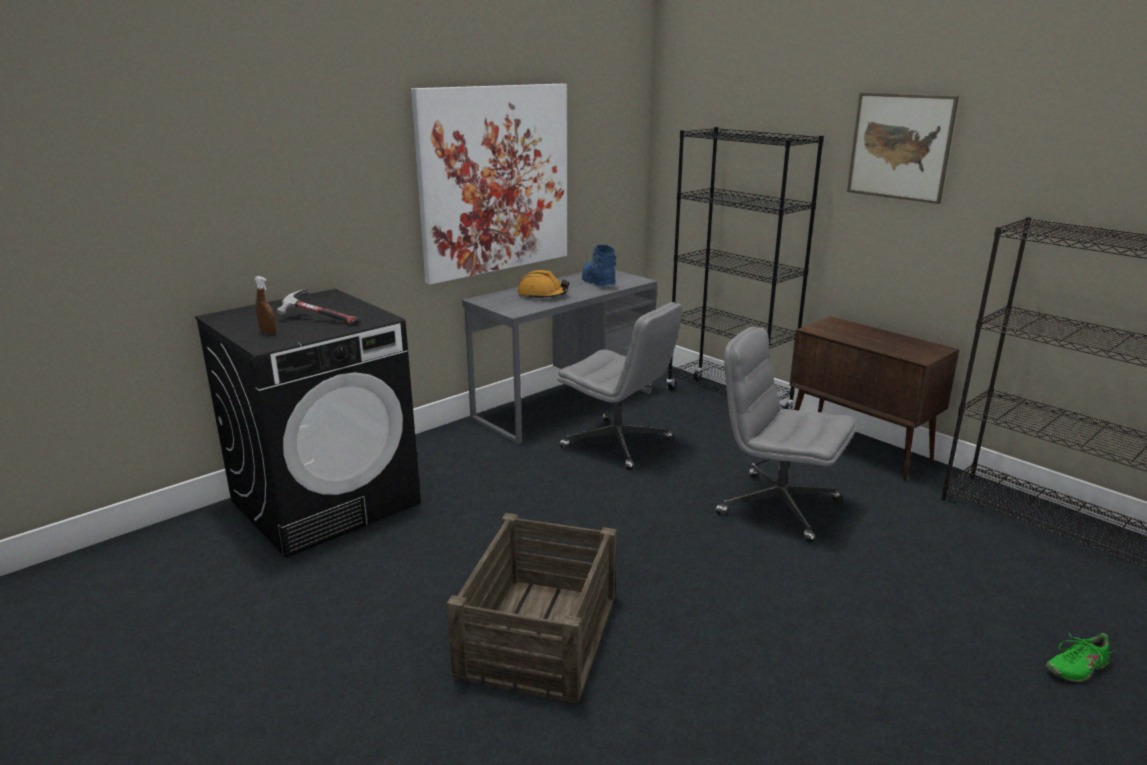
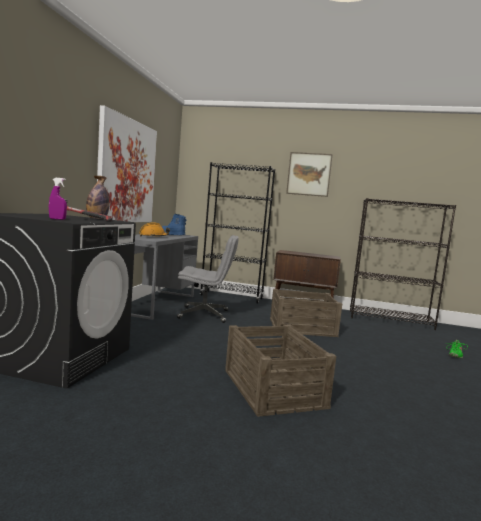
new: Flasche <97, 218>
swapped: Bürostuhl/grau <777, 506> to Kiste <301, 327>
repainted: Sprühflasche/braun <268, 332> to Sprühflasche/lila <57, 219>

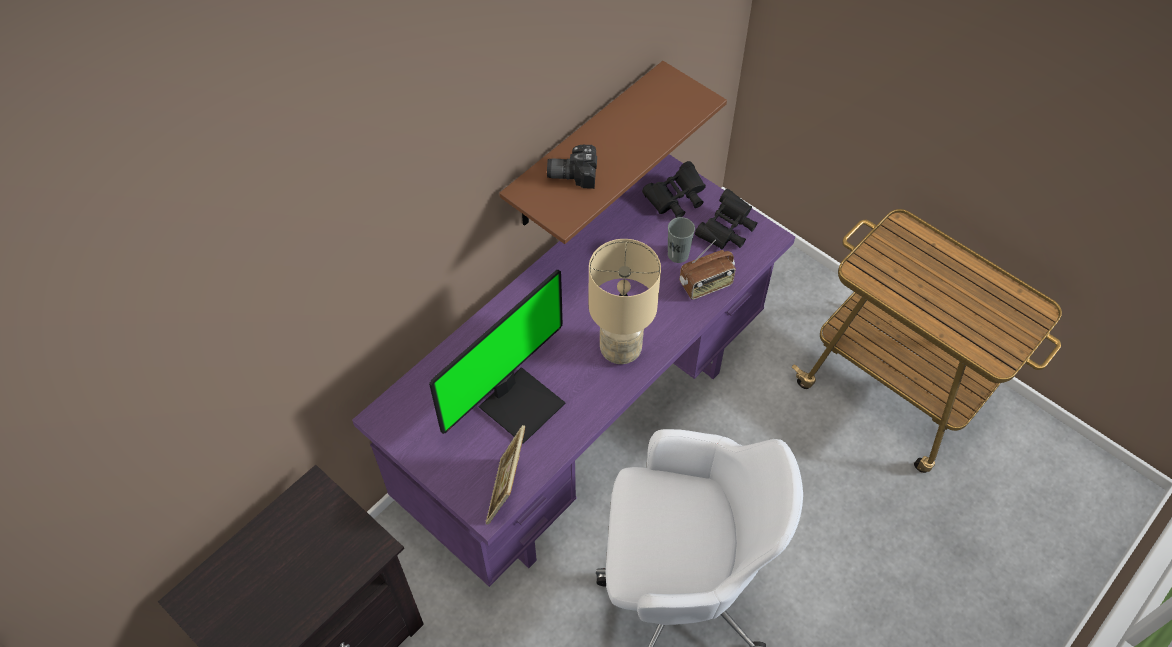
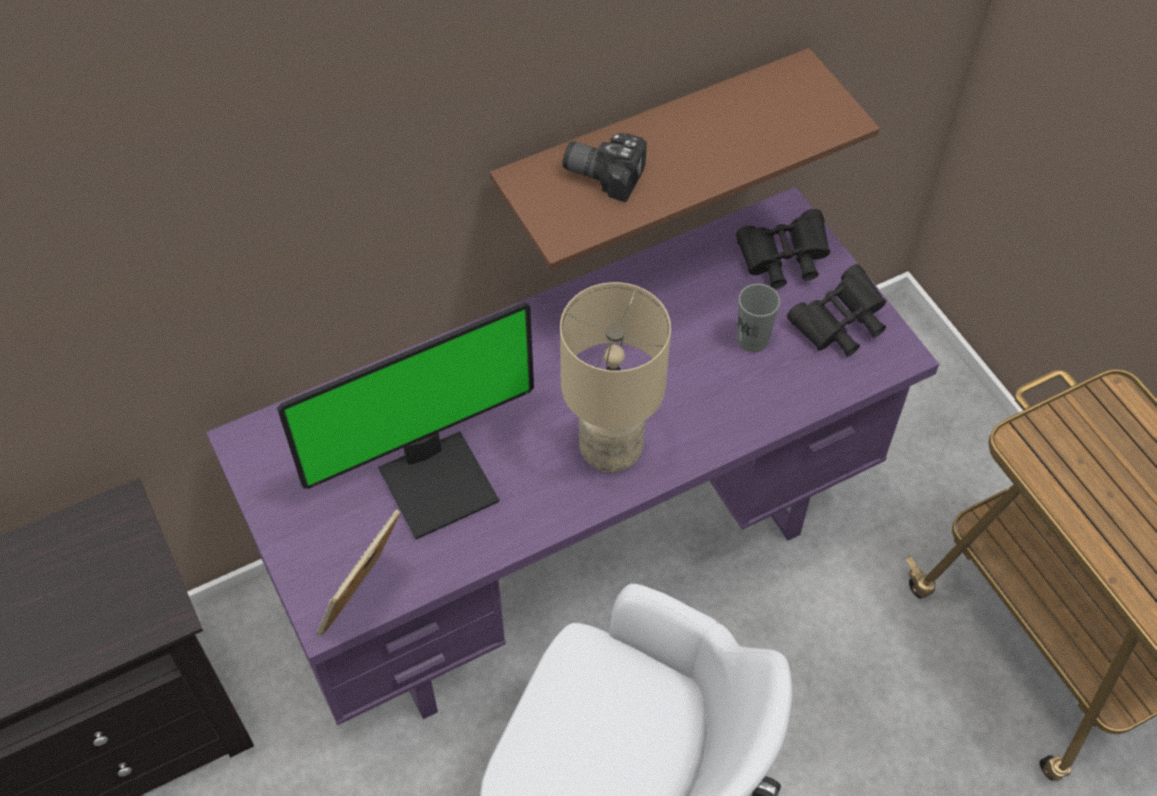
gone: Radio <706, 285>

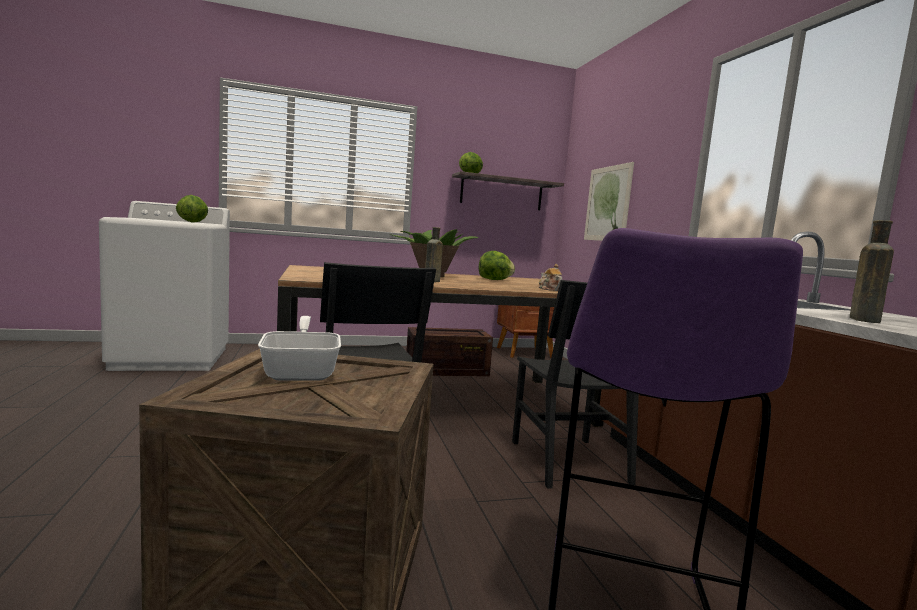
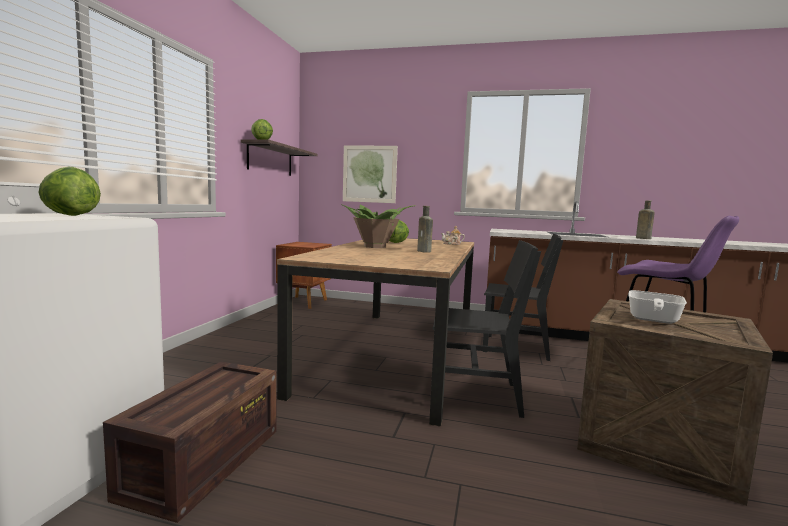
shifted: Kiste <445, 370> to <204, 463>
rotated: Pfanne <302, 371> = <652, 320> 75 degrees counterclockwise

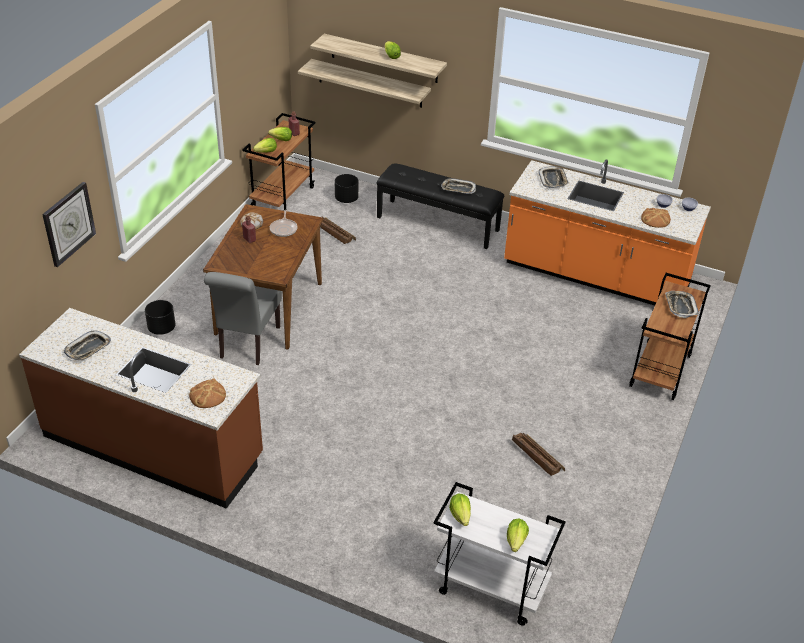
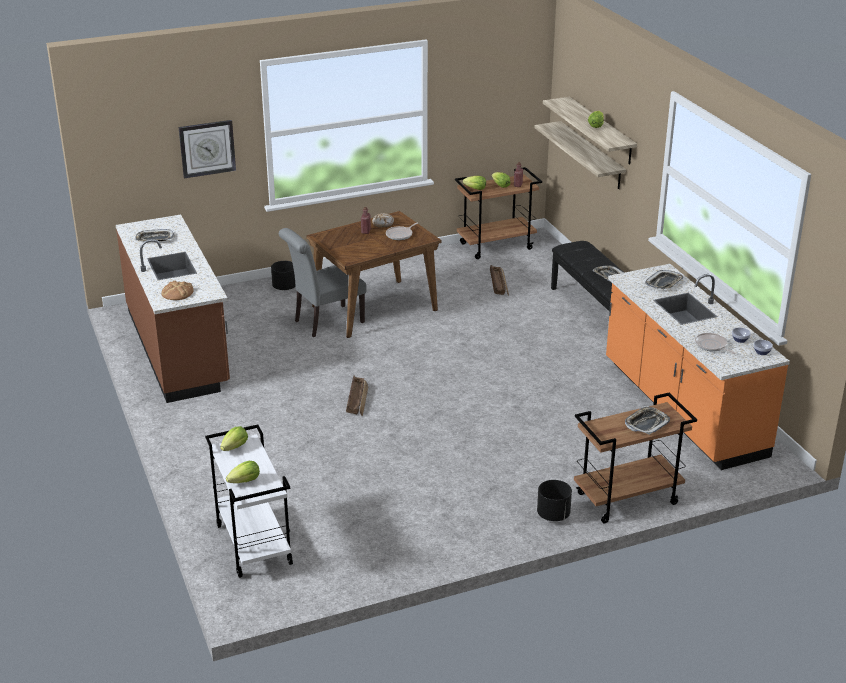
shifted: Pflanzkübel/schwarz <346, 199> to <553, 515>; Kiste <537, 457> to <357, 400>
swapped: Brot <655, 219> to Pfanne <712, 346>

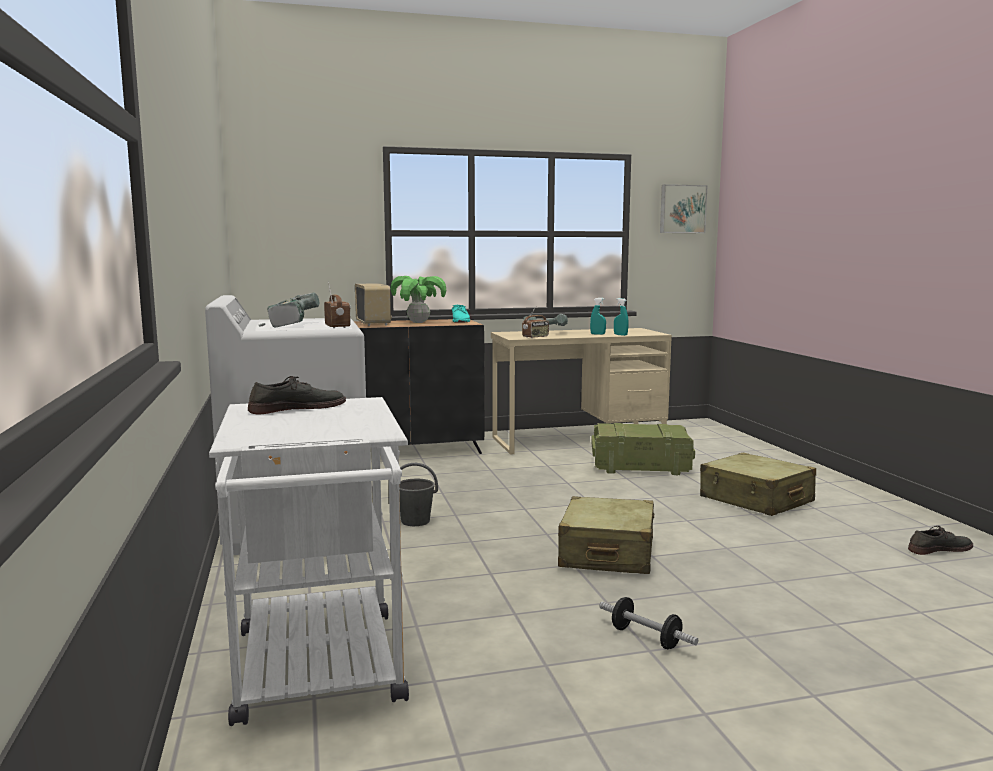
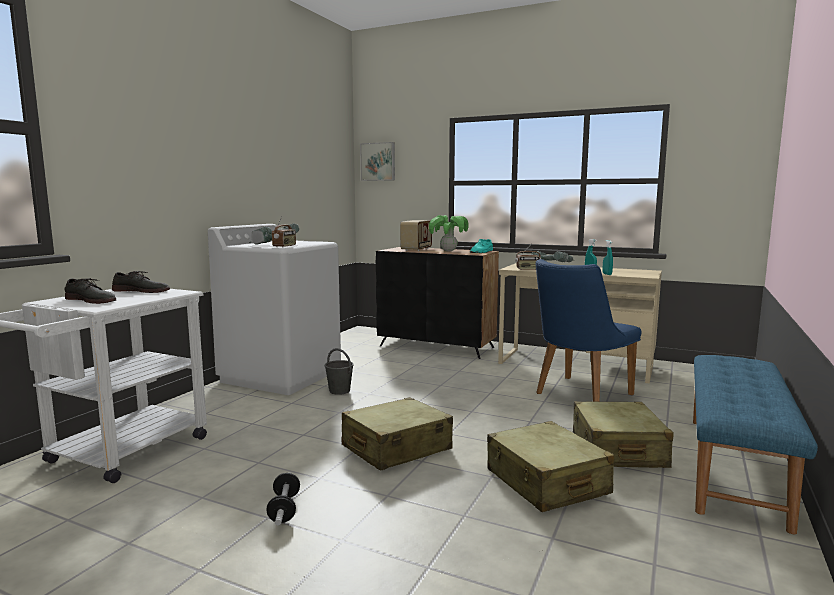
new: Koffer/beige <546, 482>; Bank/blau <736, 467>
shifted: Bild <682, 209> to <378, 161>; Schuh/grau <939, 549> to <91, 300>
swapped: Kiste <639, 466> to Stuhl/blau <577, 395>

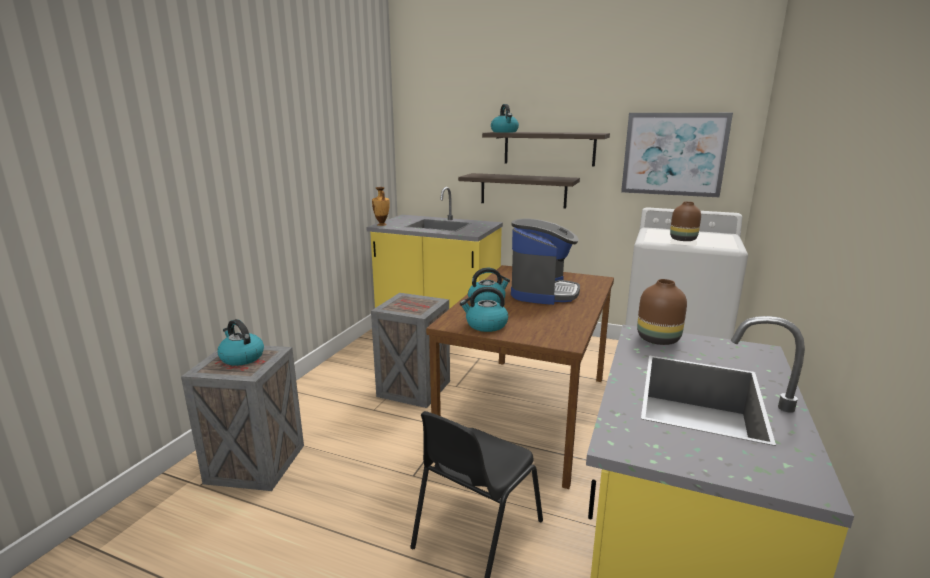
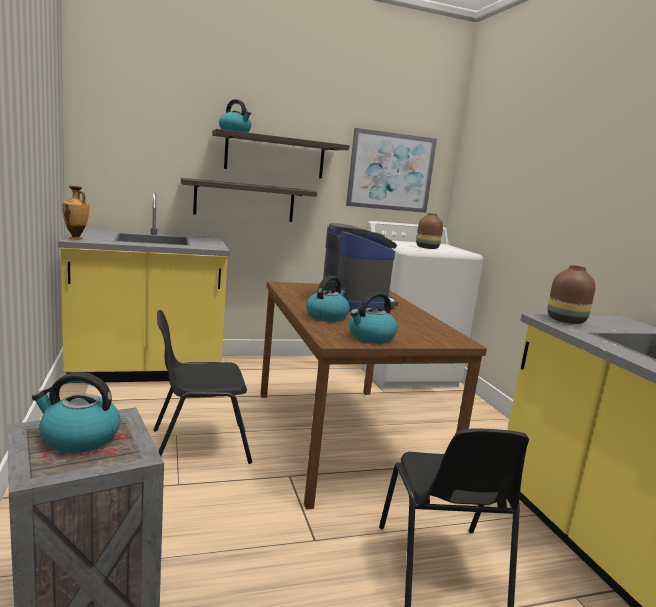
swapped: Kiste <413, 388> to Stuhl/schwarz <198, 445>

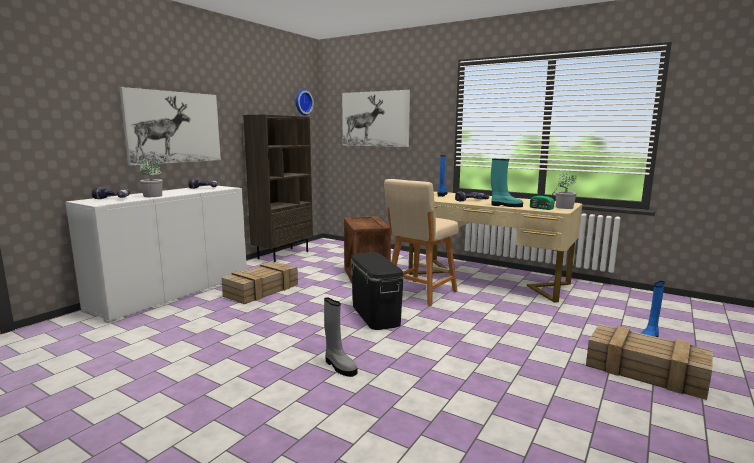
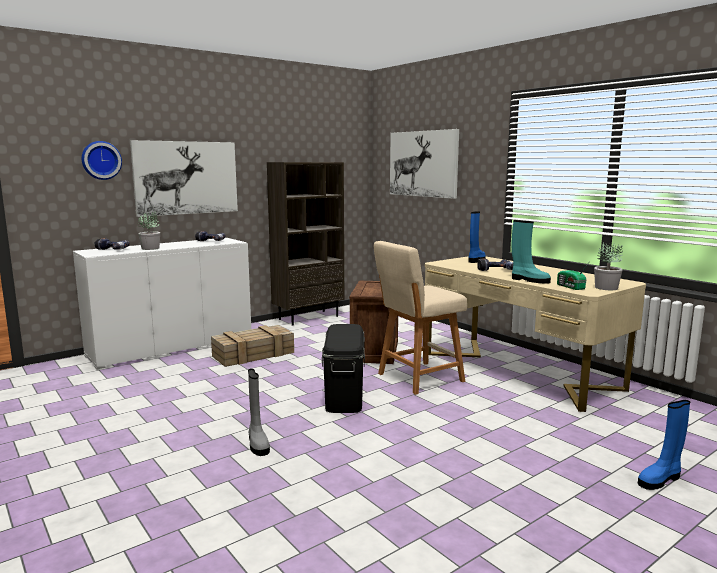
gone: Kiste <647, 371>
shifted: Wanduhr <302, 102> to <101, 160>

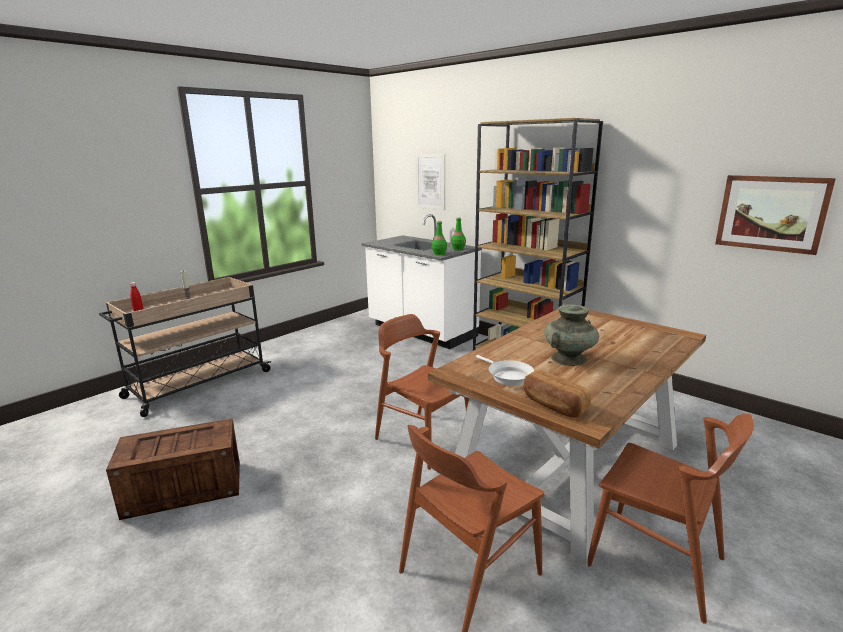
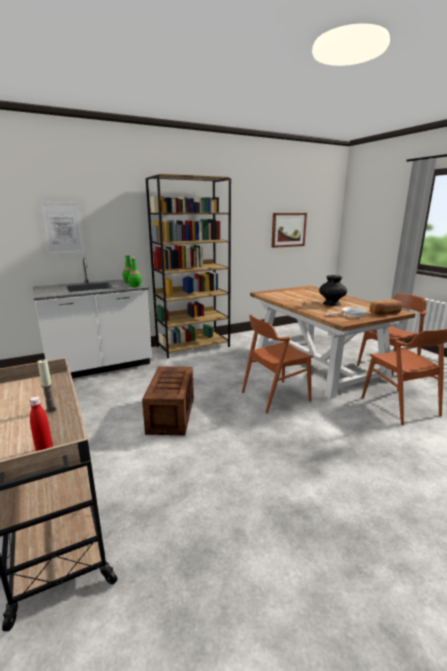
shifted: Kiste <186, 488> to <171, 413>
repainted: Vase/türkis <568, 359> to Vase/schwarz <331, 303>

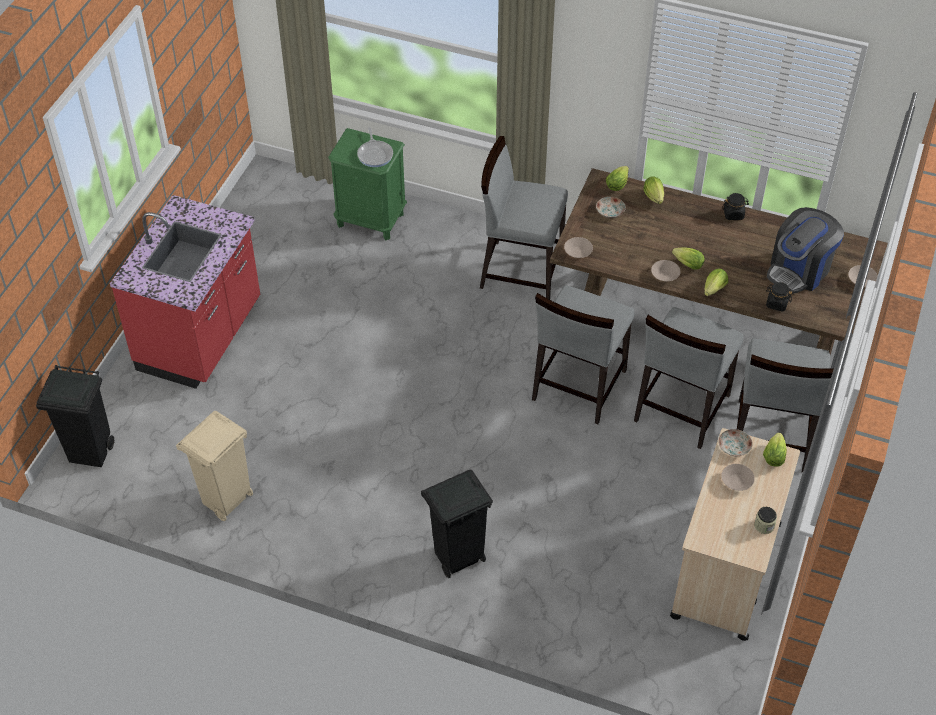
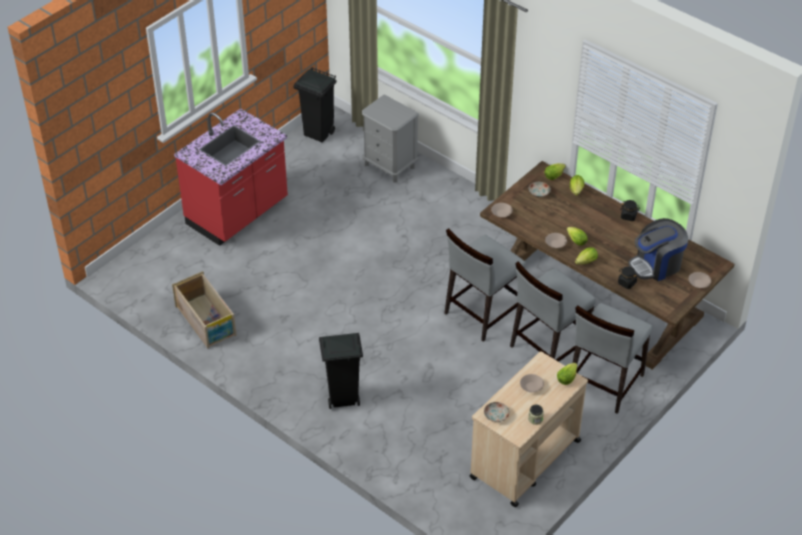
gone: Pfanne <375, 154>; Stuhl/grau <521, 270>
shifted: Mülleimer/schwarz <91, 452> to <319, 133>; Teller <734, 447> to <496, 415>
swapped: Mülleimer/beige <226, 501> to Kiste <206, 321>
repainted: Nachttisch/grün <371, 219> to Nachttisch/grau <390, 166>

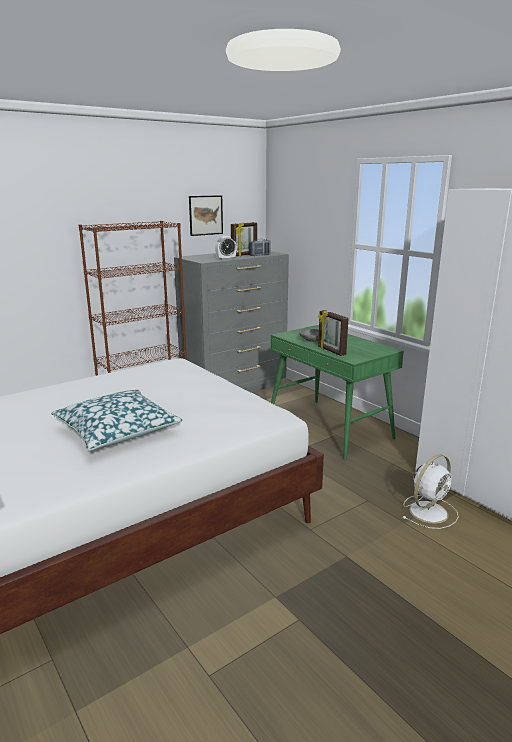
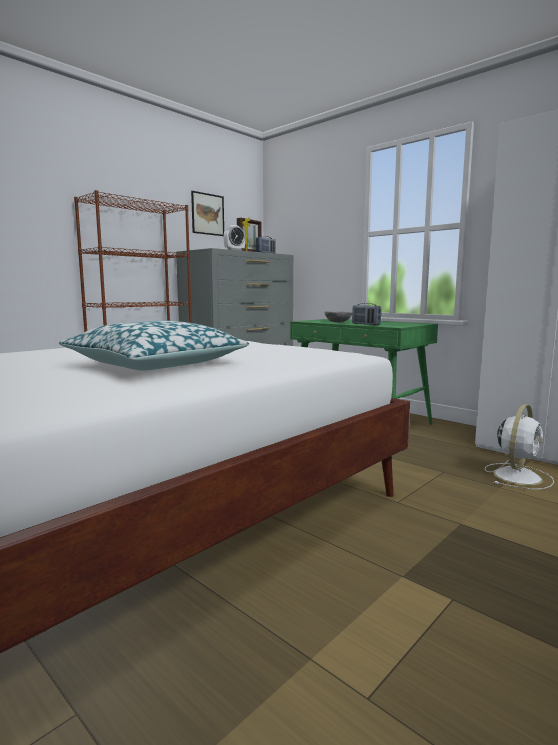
swapped: Bilderrahmen <331, 351> to Radio <365, 324>

